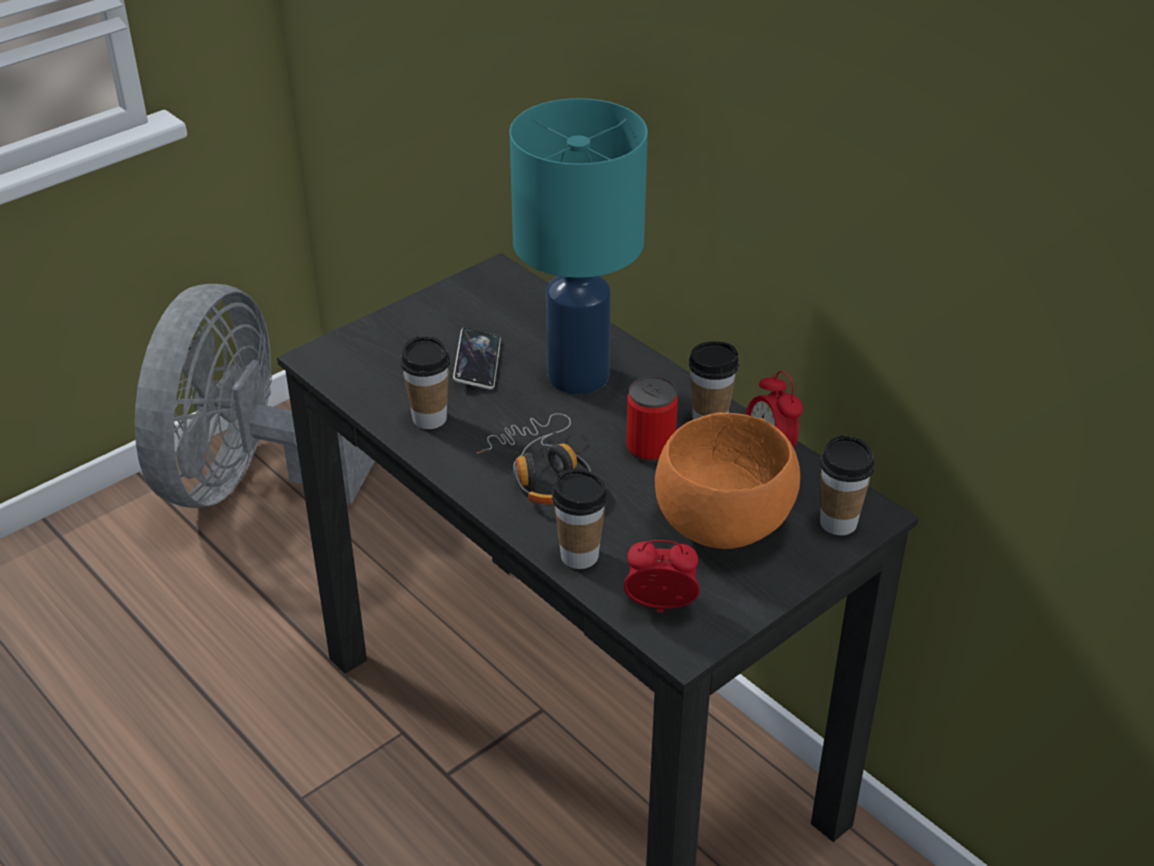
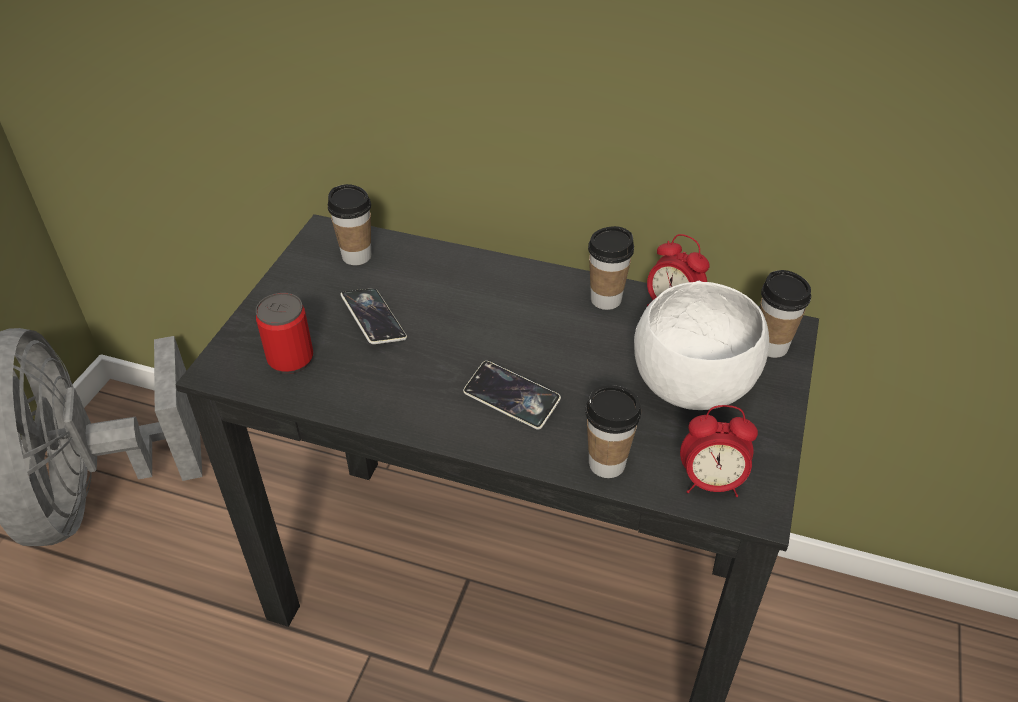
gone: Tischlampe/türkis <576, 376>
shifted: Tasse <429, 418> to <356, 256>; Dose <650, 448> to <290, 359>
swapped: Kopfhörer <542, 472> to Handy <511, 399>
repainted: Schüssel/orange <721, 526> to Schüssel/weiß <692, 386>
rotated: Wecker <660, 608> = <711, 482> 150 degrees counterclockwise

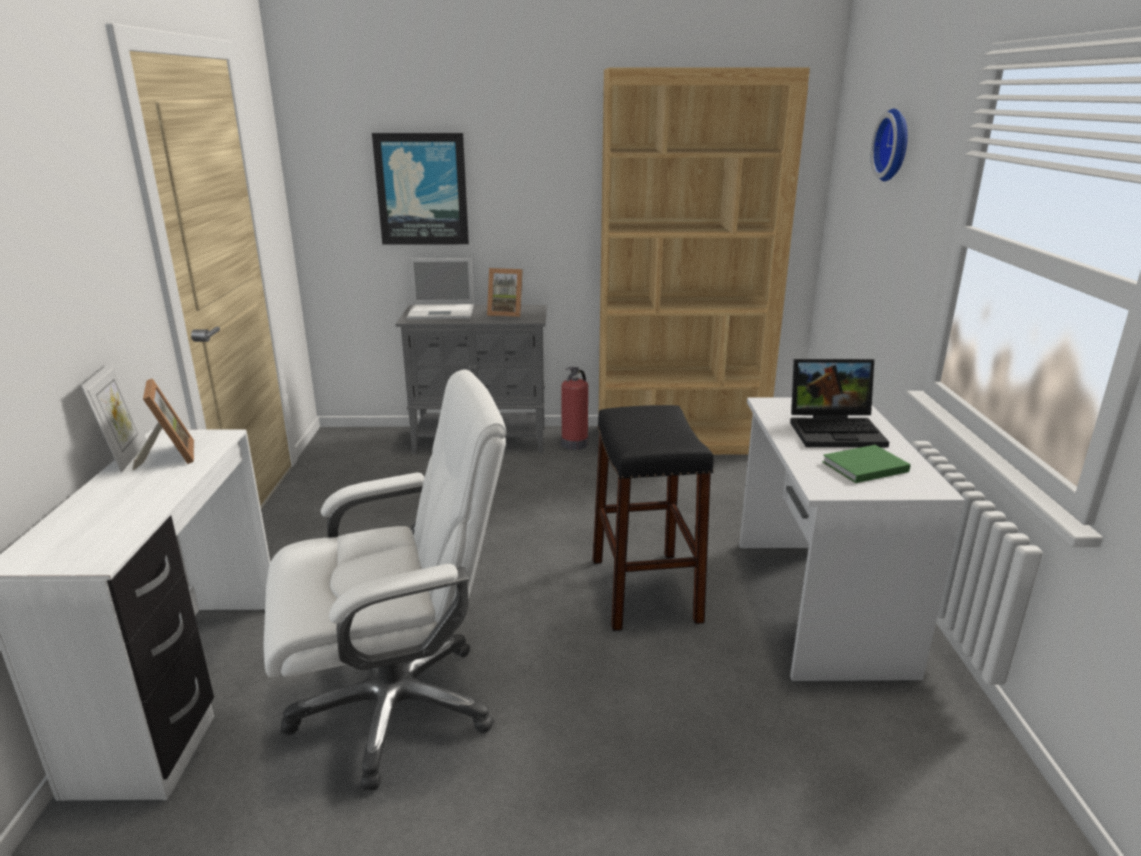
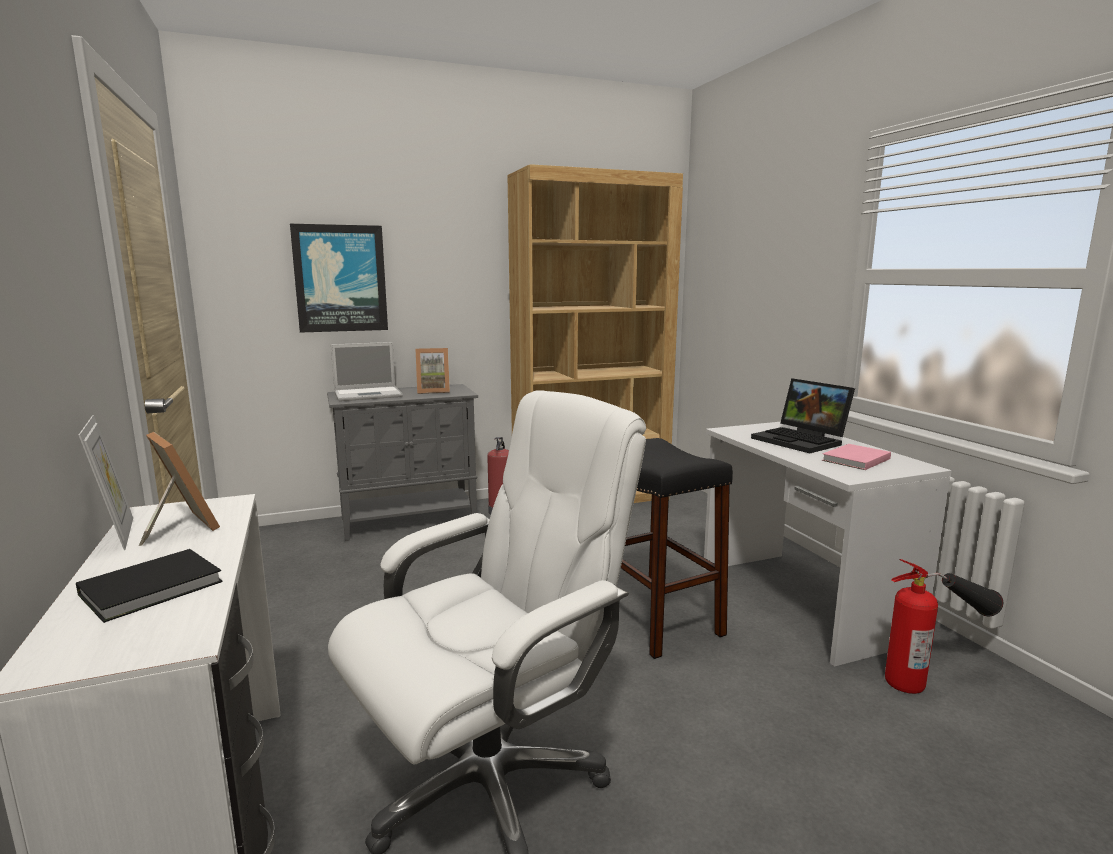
gone: Wanduhr <895, 145>
new: Buch/schwarz <155, 587>; Feuerlöscher <932, 677>
repainted: Buch/grün <862, 467> to Buch/rosa <854, 459>
rotated: Laptop <837, 430> = <802, 441> 75 degrees clockwise

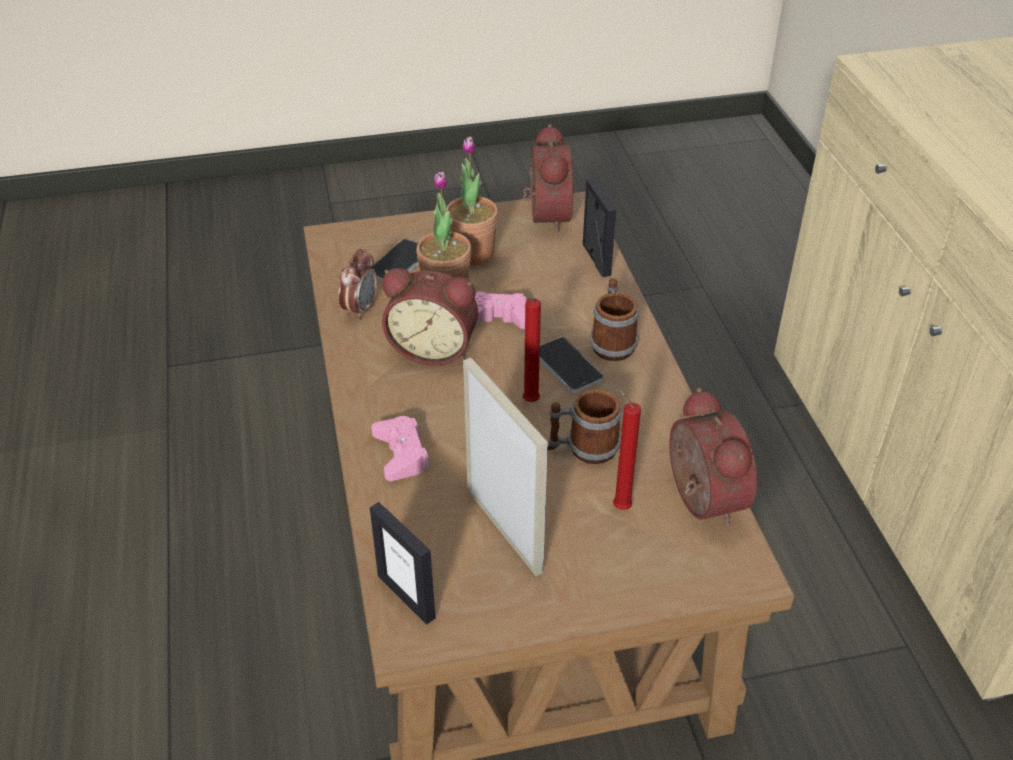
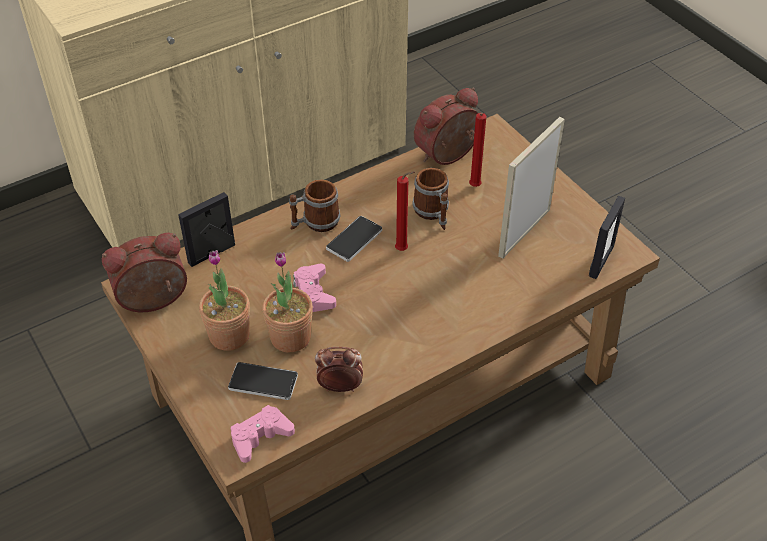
gone: Wecker <434, 348>
shifted: Gamepad/rosa <401, 454> to <260, 437>

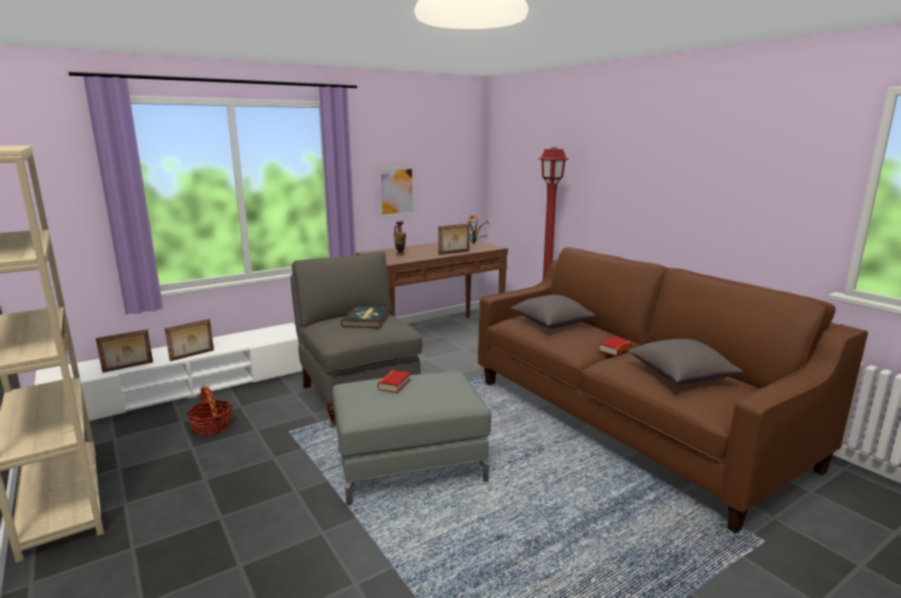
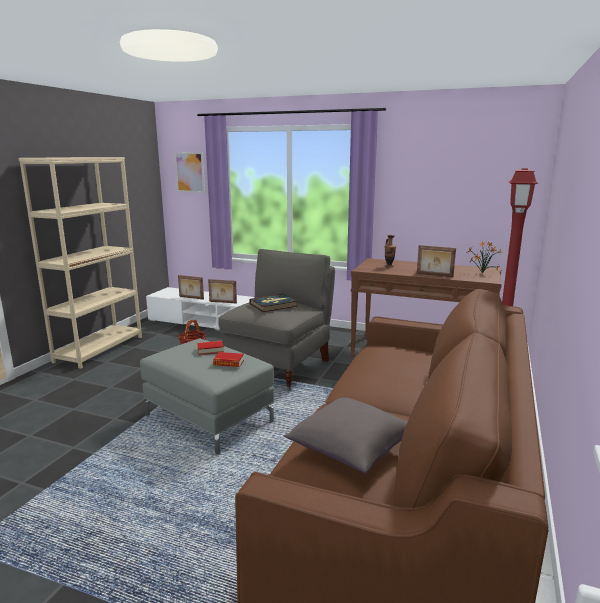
gone: Kissen/grau <551, 324>
shifted: Bild <396, 191> to <189, 172>; Buch <615, 349> to <228, 363>

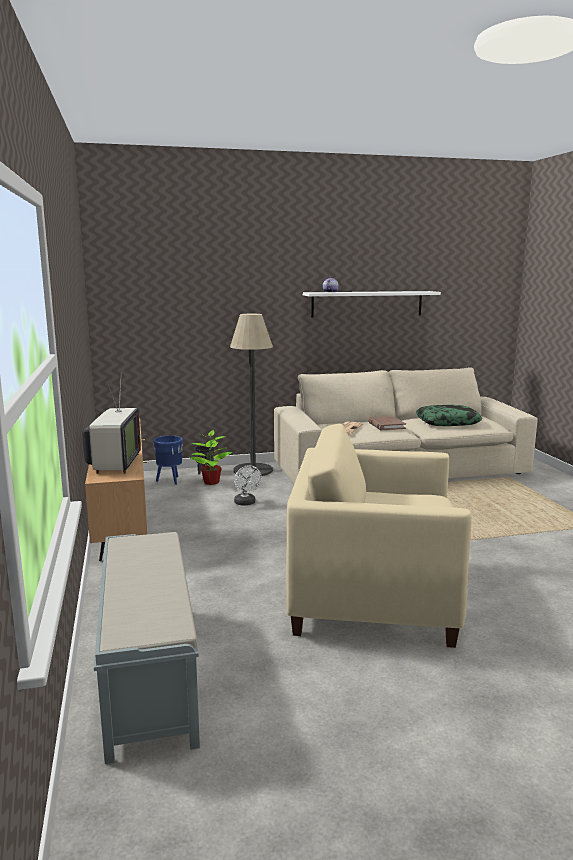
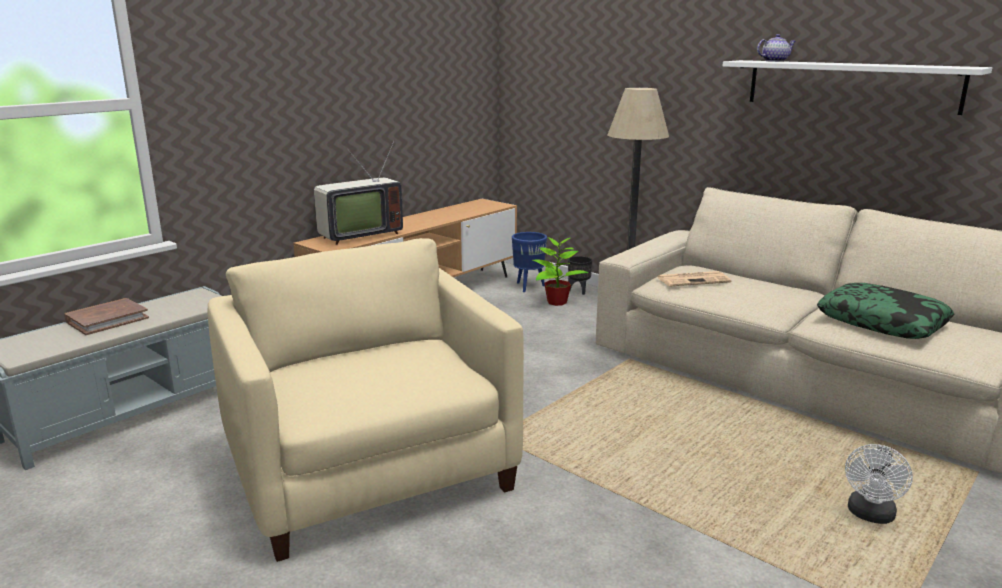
shifted: Ventilator/weiß <246, 503> to <870, 515>; Buch/braun <386, 425> to <107, 320>

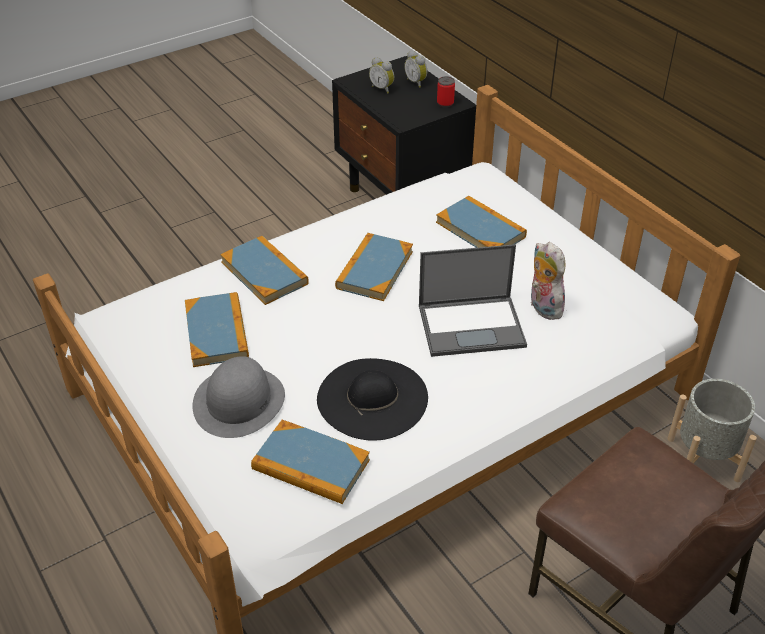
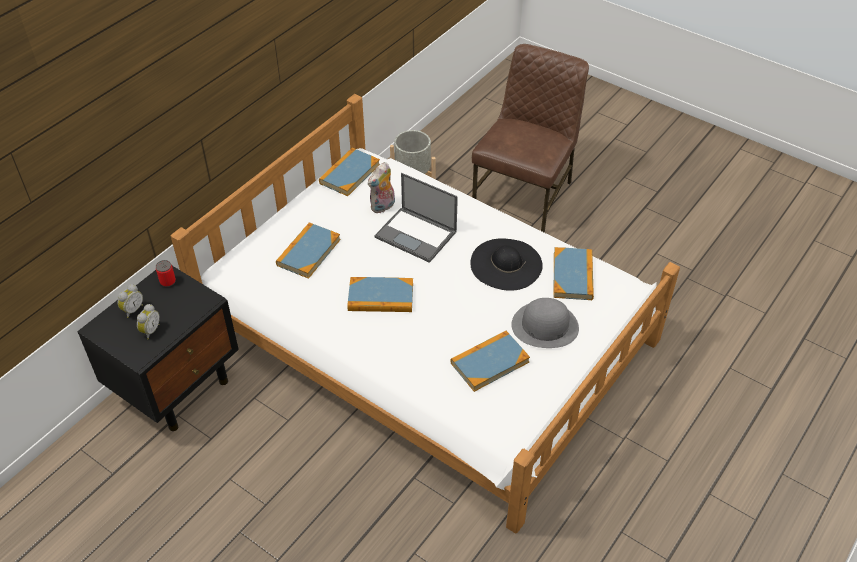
shifted: Buch <264, 273> to <349, 174>
rotated: Laptop <472, 325> = <417, 234> 150 degrees clockwise

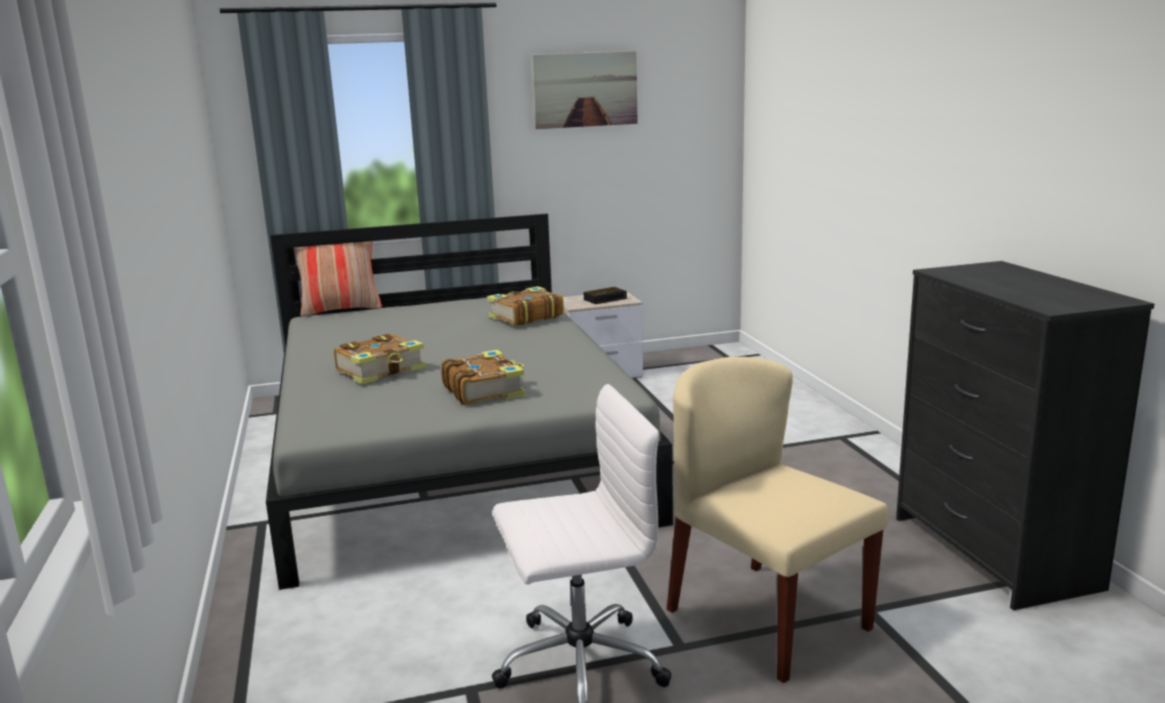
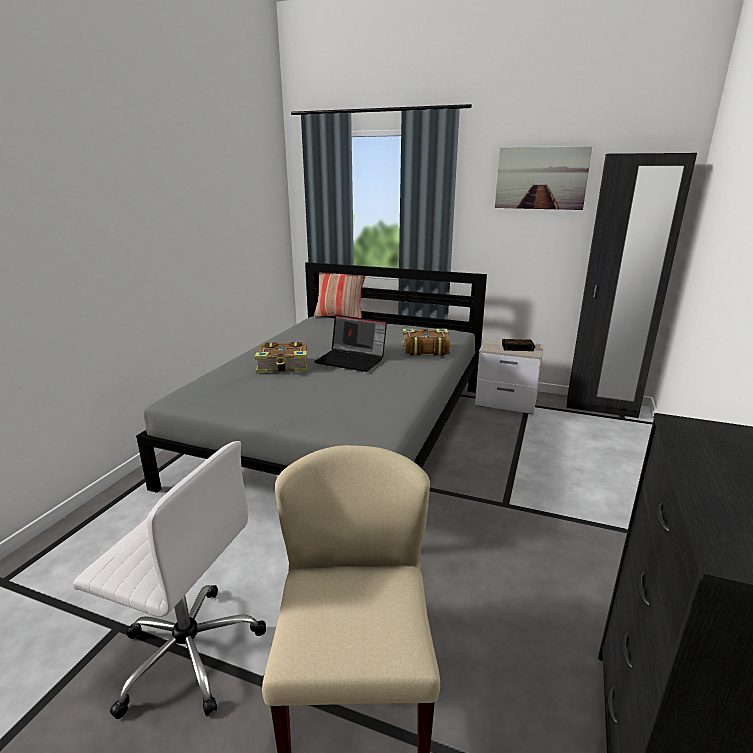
gone: Buch <484, 390>
new: Laptop <352, 360>; Kleiderschrank/schwarz <601, 408>

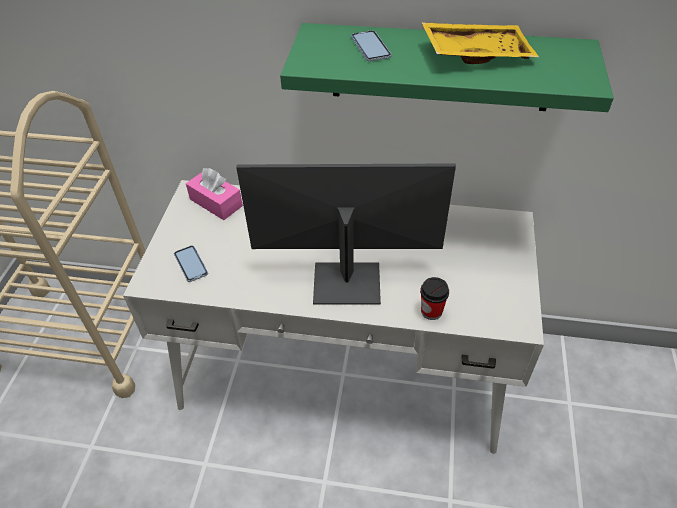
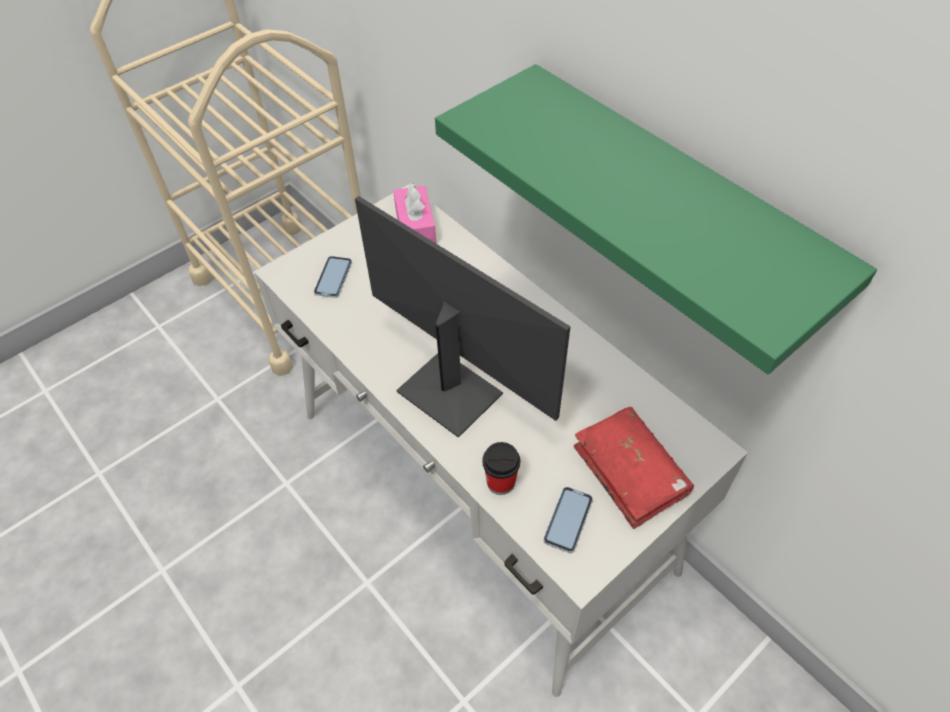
gone: Tablett/gelb <476, 53>
new: Buch/rot <630, 472>
shifted: Handy <370, 47> to <568, 520>

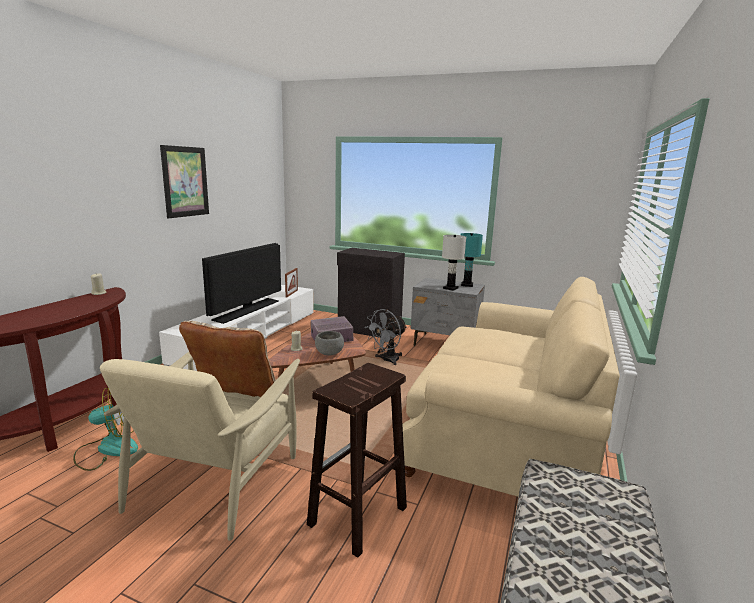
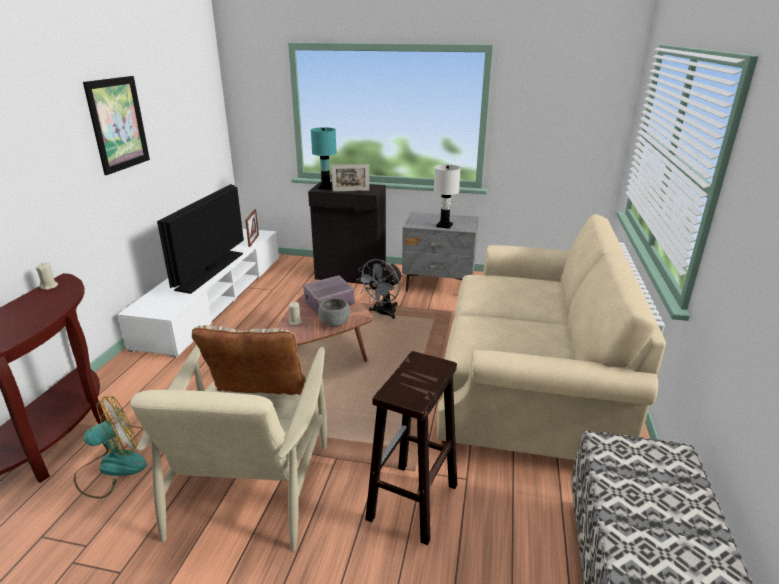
new: Bilderrahmen <351, 191>
shifted: Tischlampe/türkis <467, 285> to <325, 187>

